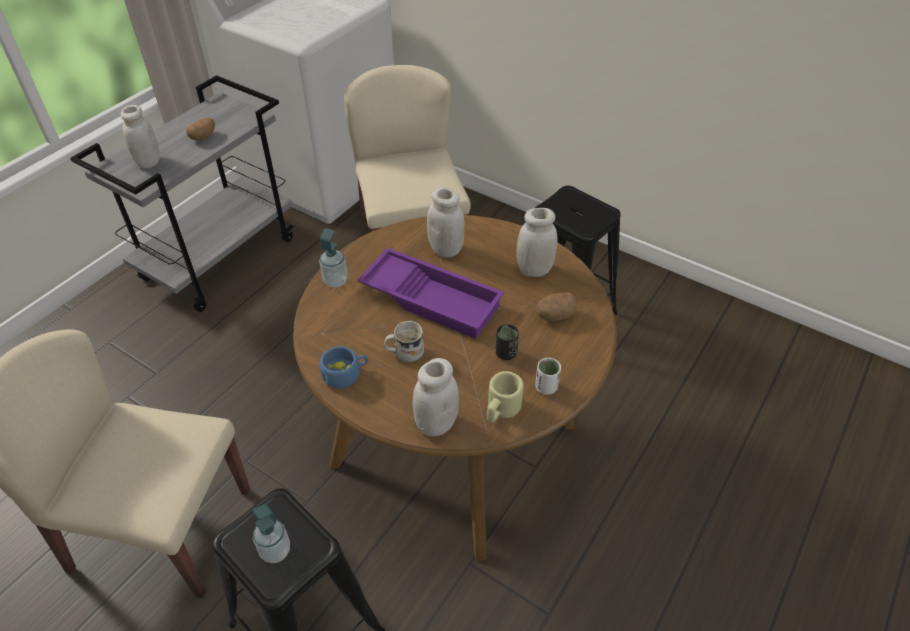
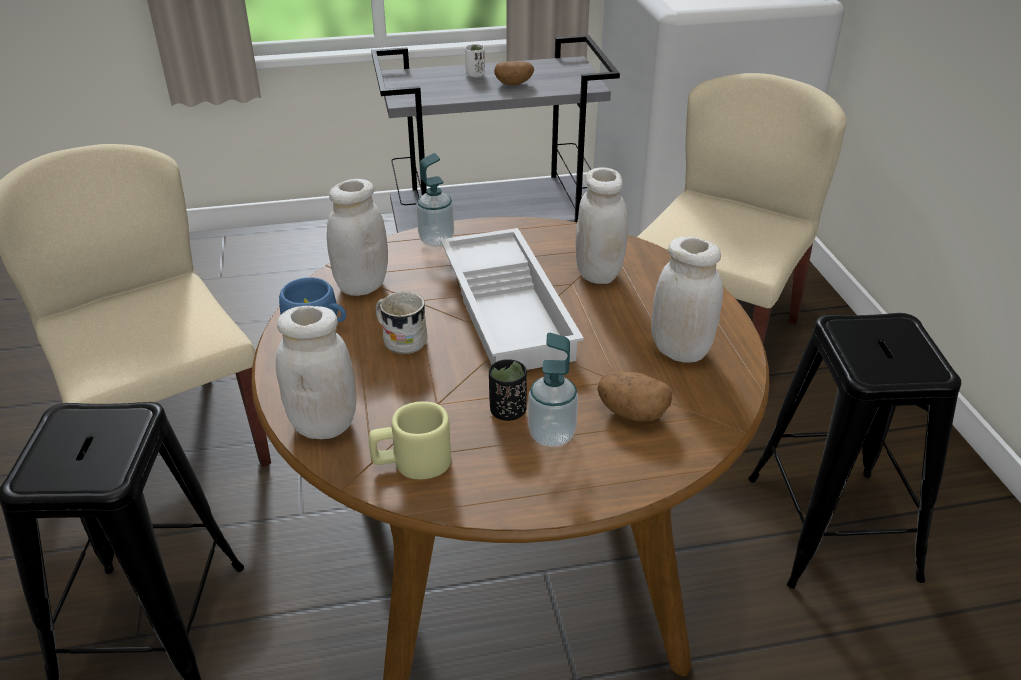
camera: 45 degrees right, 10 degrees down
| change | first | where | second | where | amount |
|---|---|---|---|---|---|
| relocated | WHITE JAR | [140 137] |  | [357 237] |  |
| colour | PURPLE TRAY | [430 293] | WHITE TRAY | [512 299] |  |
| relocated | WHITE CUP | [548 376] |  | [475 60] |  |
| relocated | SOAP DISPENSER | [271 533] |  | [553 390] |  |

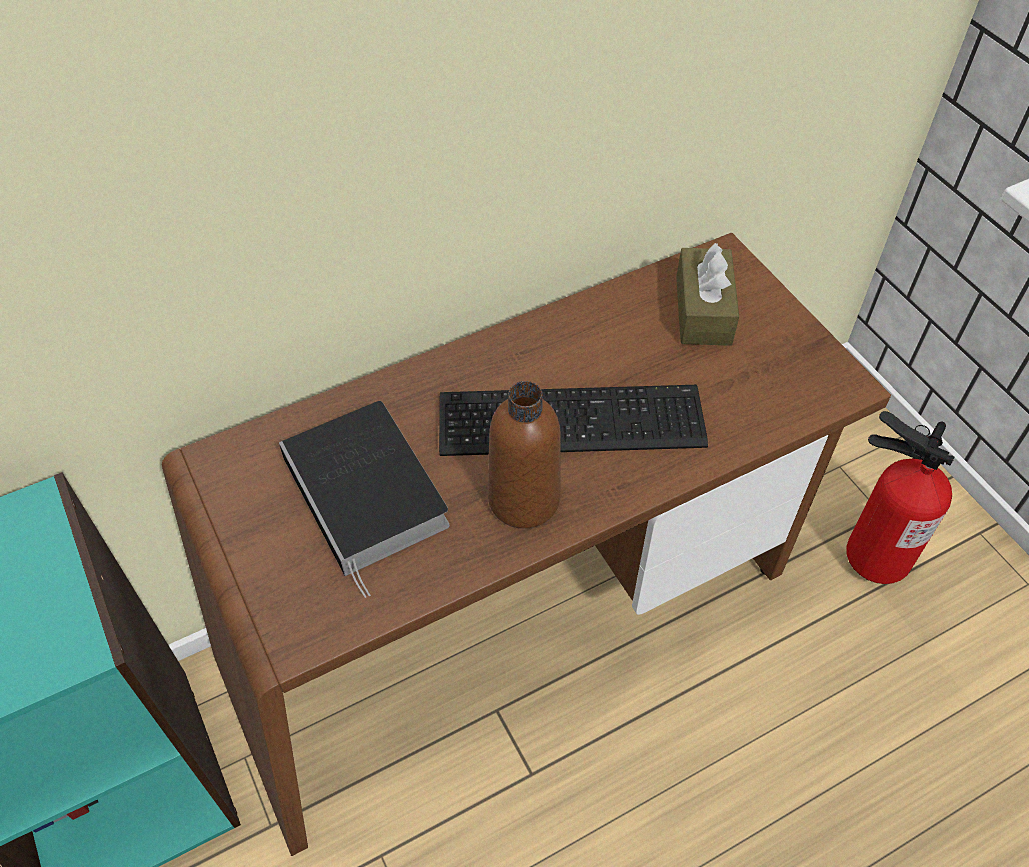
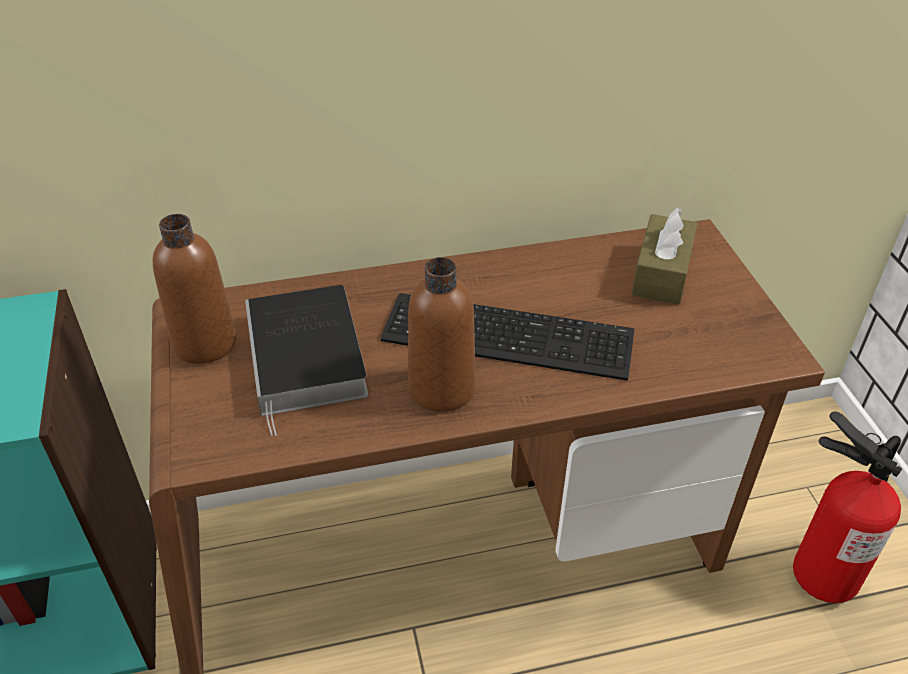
camera: 15 degrees right, 10 degrees down
| change | first | where | second | where | amount |
|---|---|---|---|---|---|
| appeared |  |  | BROWN BOTTLE | [195 289] |  |

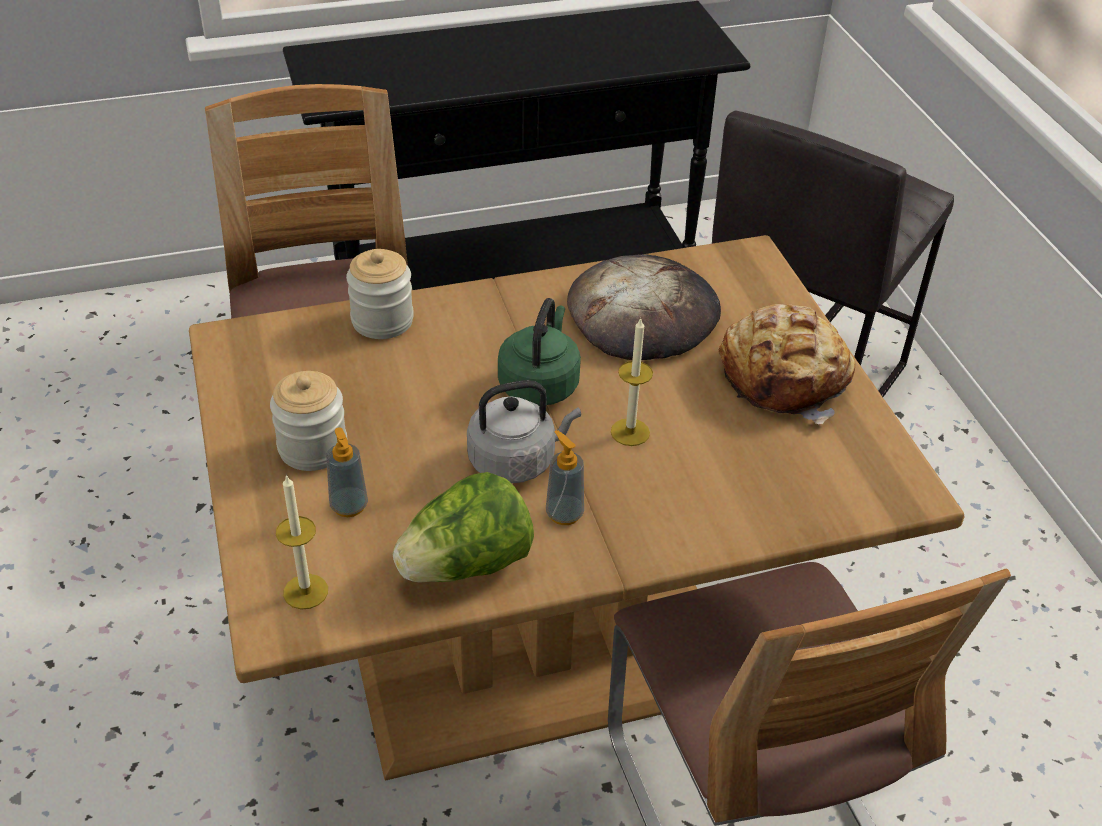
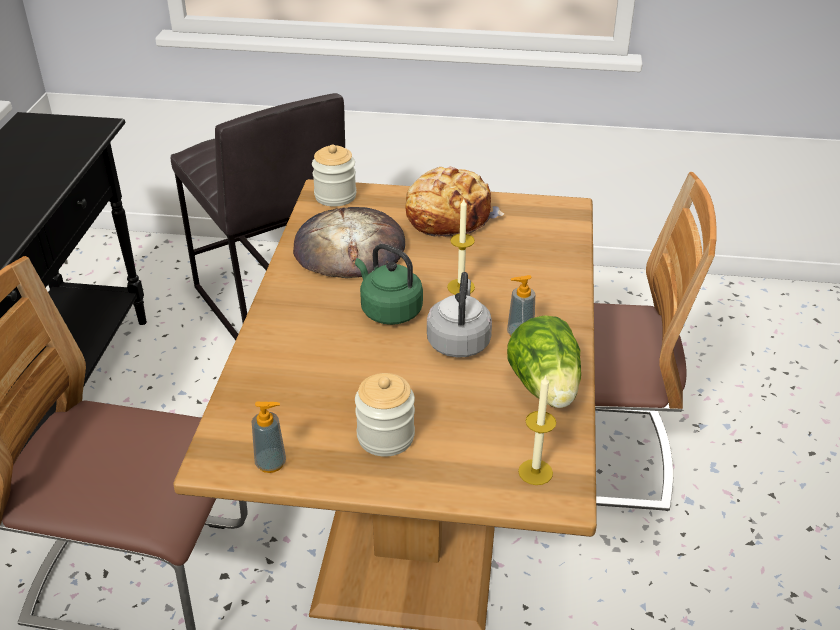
camera: 65 degrees left, 5 degrees down
| change | first | where | second | where | amount |
|---|---|---|---|---|---|
| relocated | JAR | [380 294] |  | [334 175] |  |
| relocated | SOAP DISPENSER | [347 472] |  | [269 437] |  |

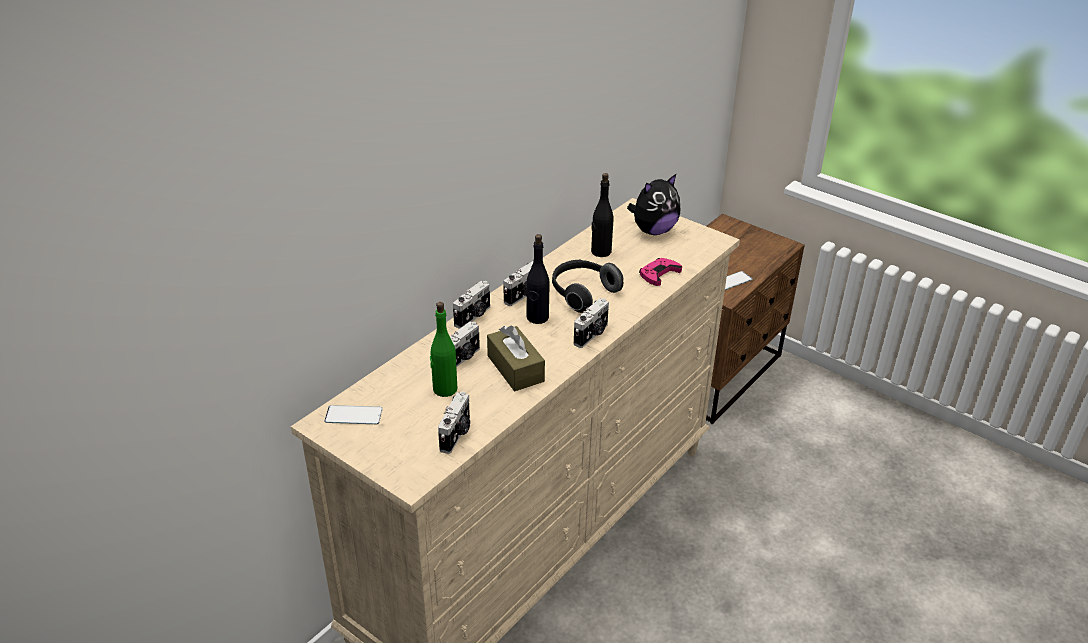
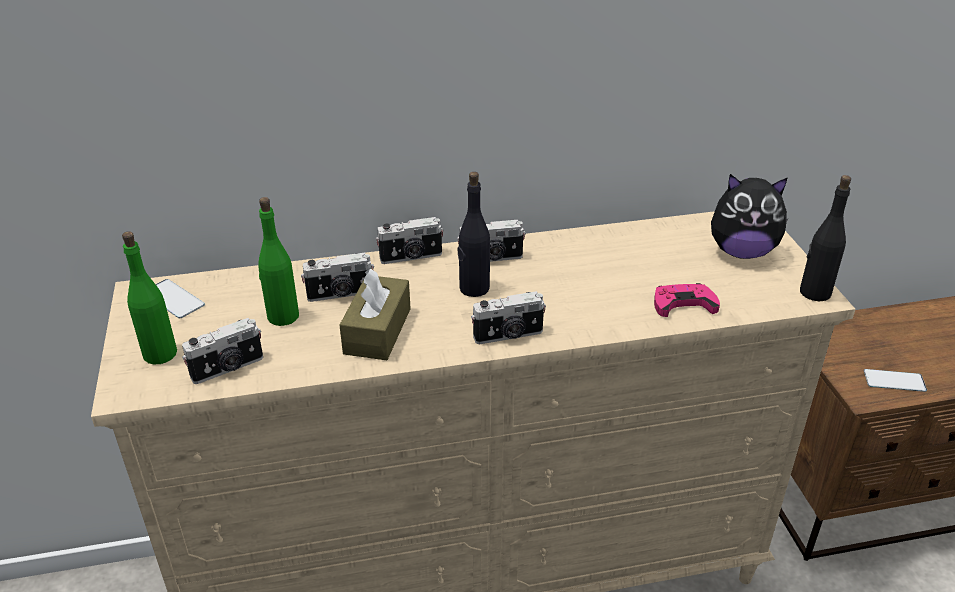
camera: 40 degrees right, 0 degrees up
| change | first | where | second | where | amount |
|---|---|---|---|---|---|
| relocated | BLACK BOTTLE | [602 215] |  | [825 238] |  |
| missing | HEADPHONES | [587 286] |  |  |  |
| appeared |  |  | GREEN BOTTLE | [149 297] |  |

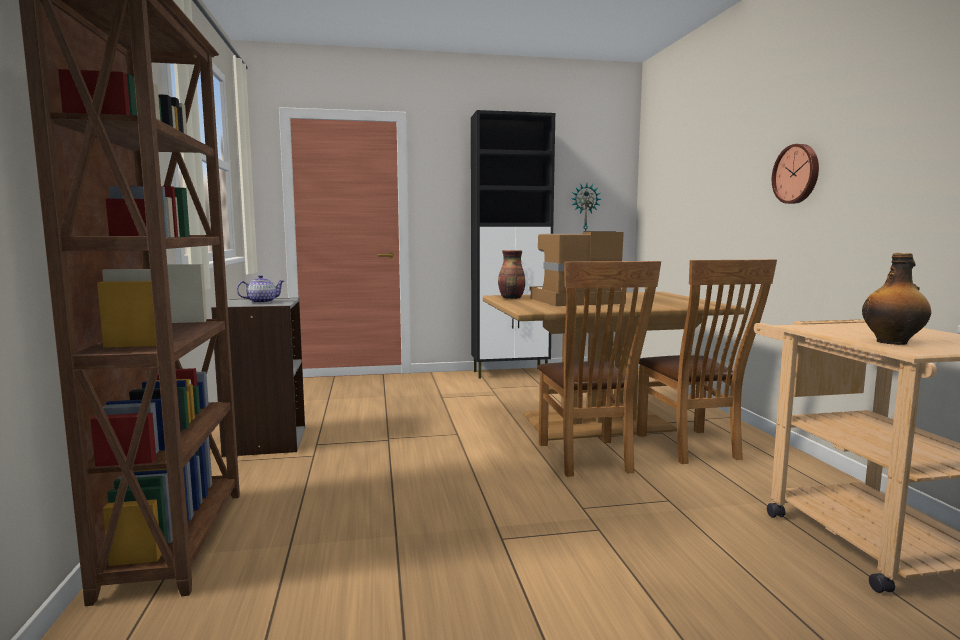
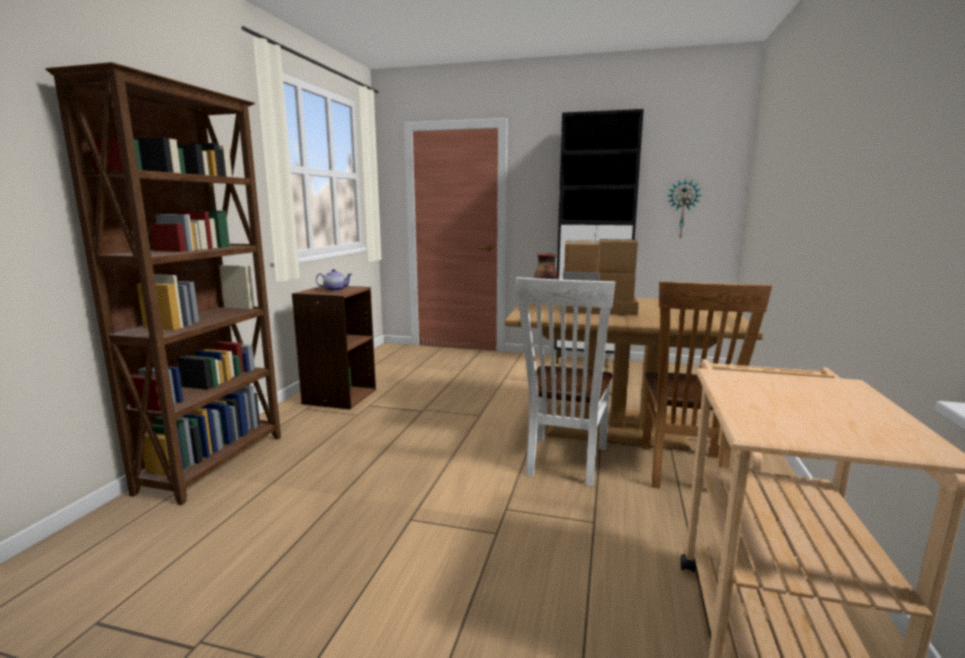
camera: 25 degrees right, 5 degrees up
| change | first | where | second | where | amount |
|---|---|---|---|---|---|
| missing | WALL CLOCK | [795 174] |  |  |  |
| missing | BOTTLE | [896 299] |  |  |  |
| colour | BROWN CHAIR | [599 369] | WHITE CHAIR | [565 381] |  |
| colour | GREY BOOKCASE | [258 377] | BROWN BOOKCASE | [334 347] |  |

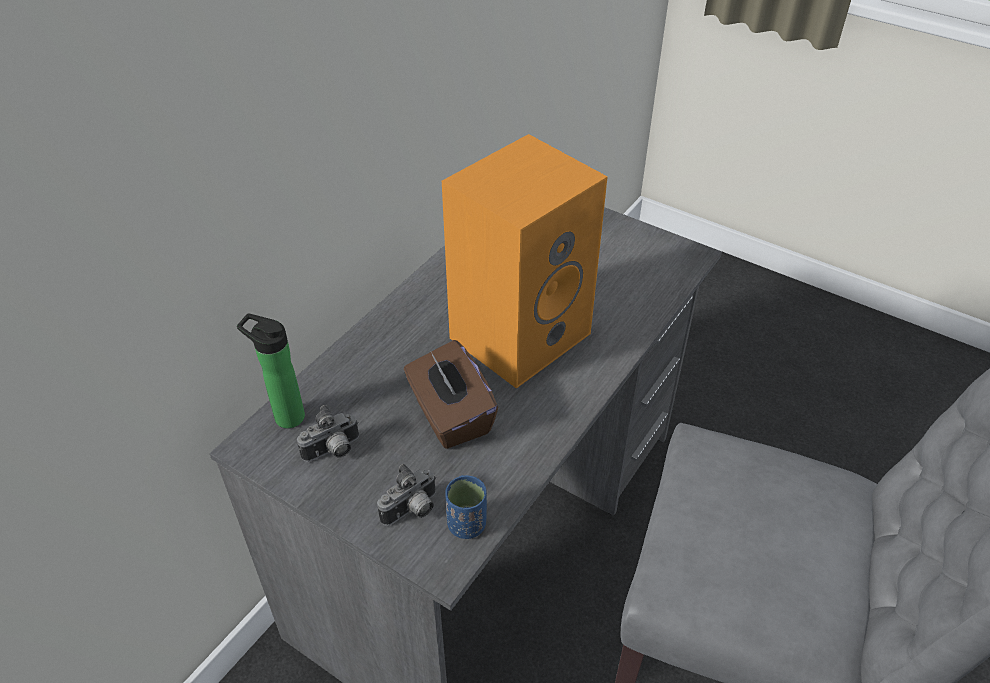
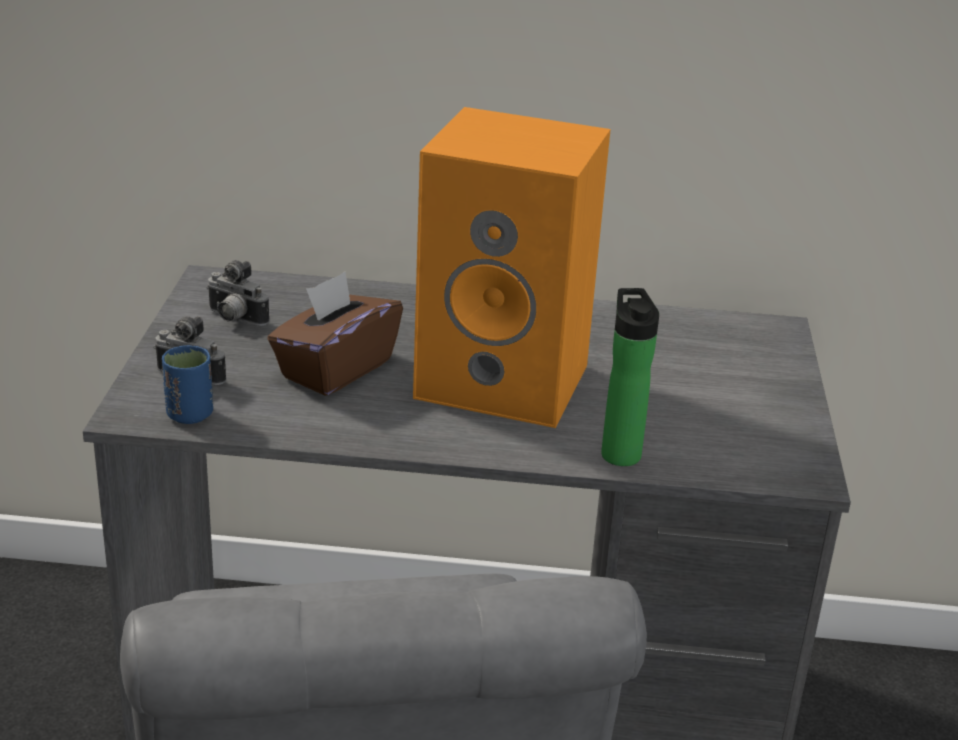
camera: 60 degrees right, 15 degrees down
| change | first | where | second | where | amount |
|---|---|---|---|---|---|
| relocated | BOTTLE | [271 370] |  | [630 377] |  |

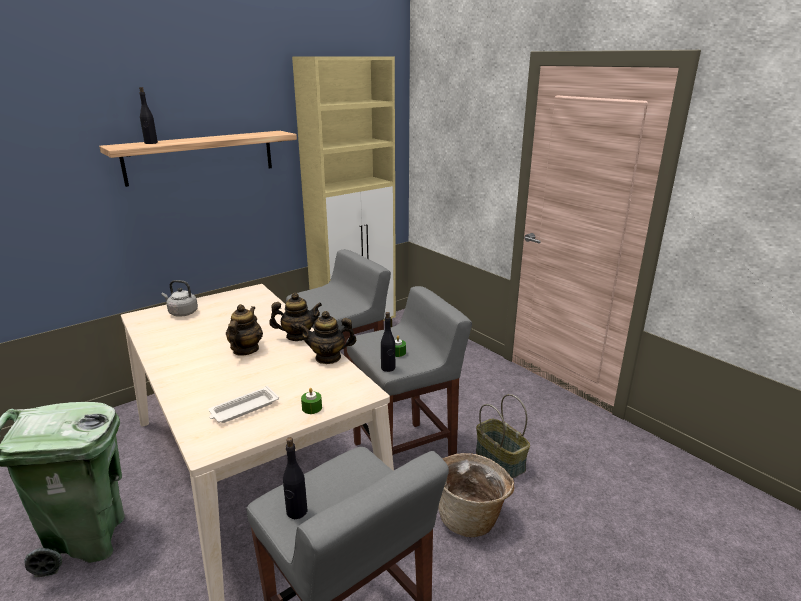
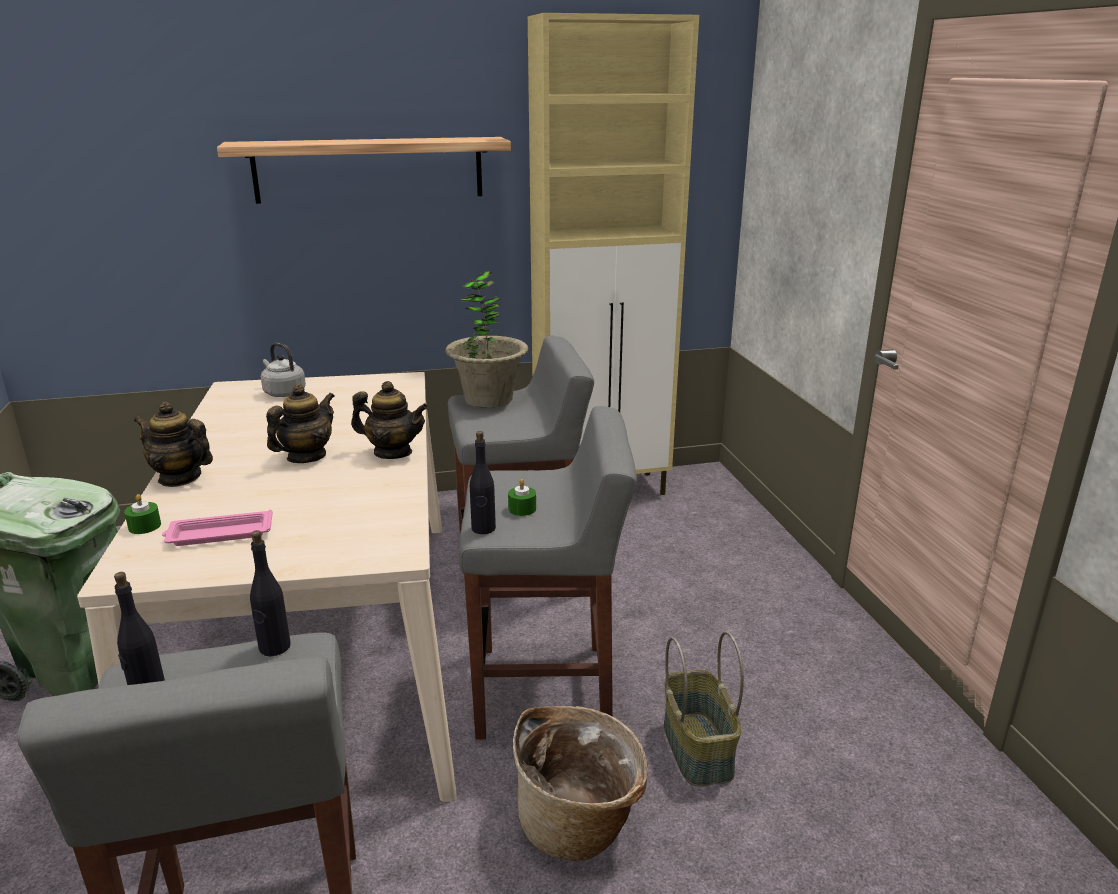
camera: 25 degrees right, 0 degrees up
| change | first | where | second | where | amount |
|---|---|---|---|---|---|
| relocated | BLACK BOTTLE | [148 115] |  | [270 593] |  |
| relocated | TEAPOT | [327 337] |  | [173 444] |  |
| colour | WHITE TRAY | [243 404] | PINK TRAY | [217 528] |  |
| relocated | GREEN CANDLE | [311 401] |  | [142 514] |  |
| appeared |  |  | POTTED PLANT | [486 339] |  |

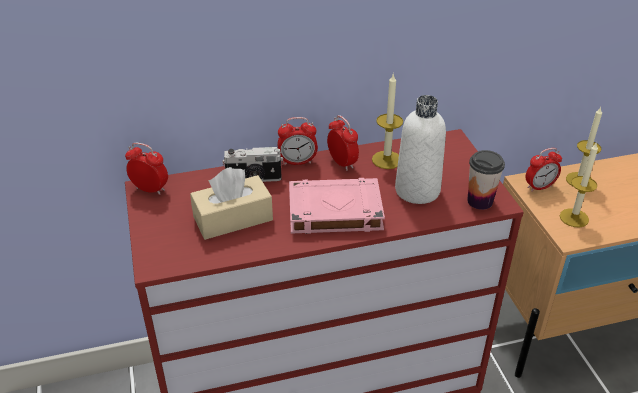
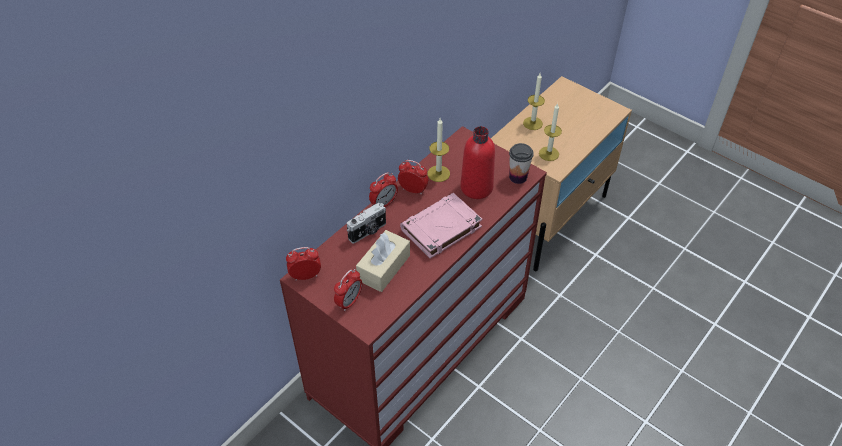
camera: 35 degrees left, 10 degrees up
| change | first | where | second | where | amount |
|---|---|---|---|---|---|
| colour | WHITE BOTTLE | [420 149] | RED BOTTLE | [477 162] |  |
| relocated | ALARM CLOCK | [544 170] |  | [348 290] |  |

